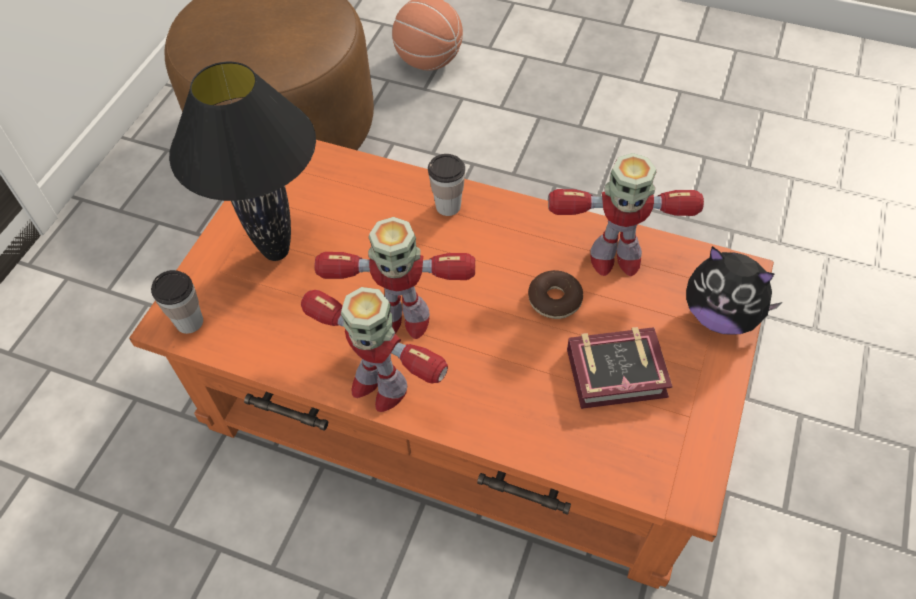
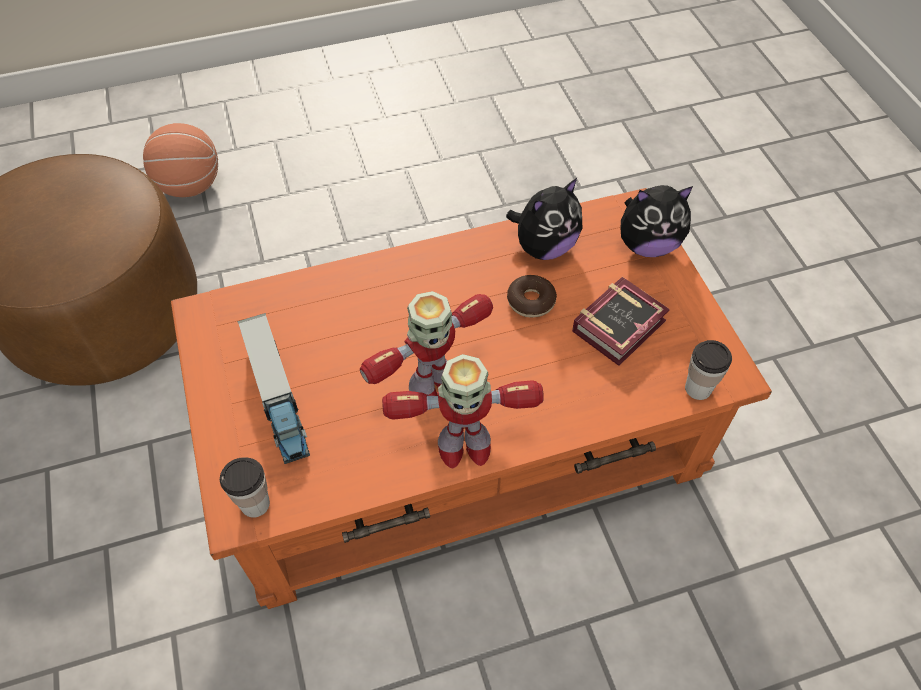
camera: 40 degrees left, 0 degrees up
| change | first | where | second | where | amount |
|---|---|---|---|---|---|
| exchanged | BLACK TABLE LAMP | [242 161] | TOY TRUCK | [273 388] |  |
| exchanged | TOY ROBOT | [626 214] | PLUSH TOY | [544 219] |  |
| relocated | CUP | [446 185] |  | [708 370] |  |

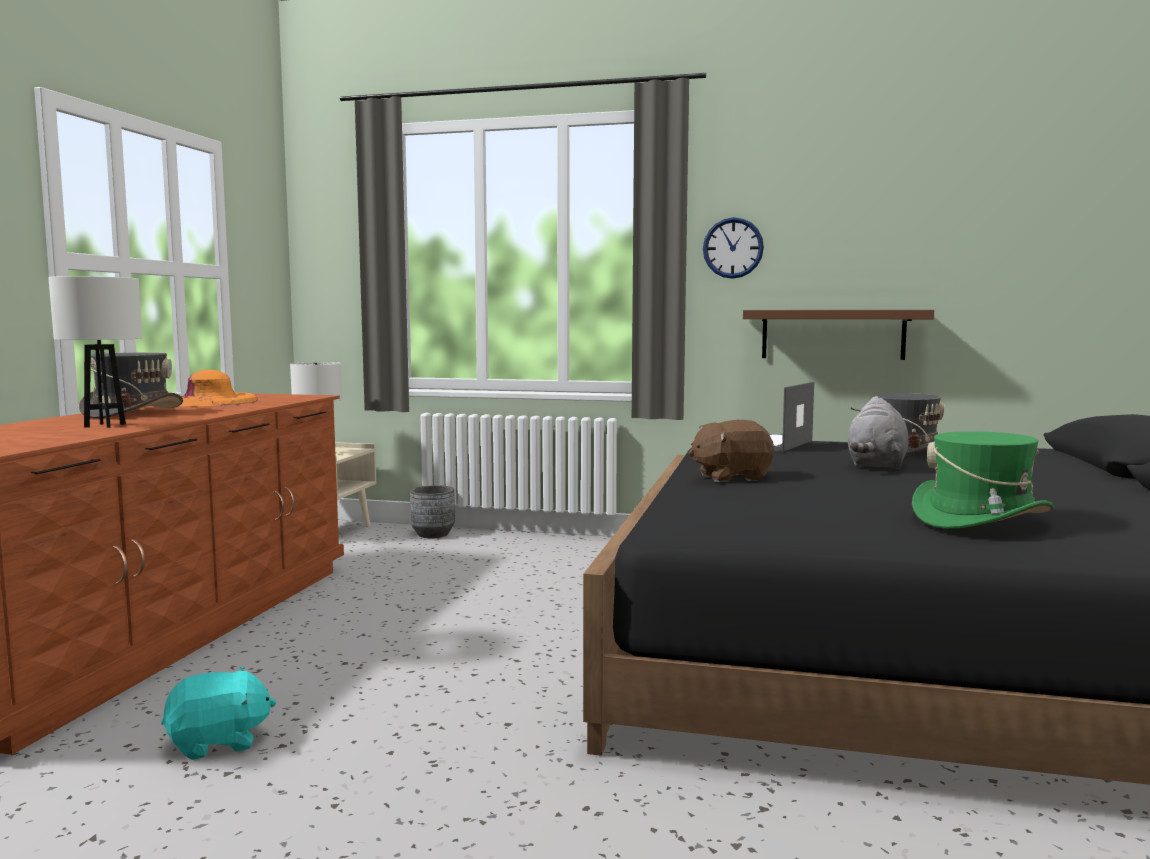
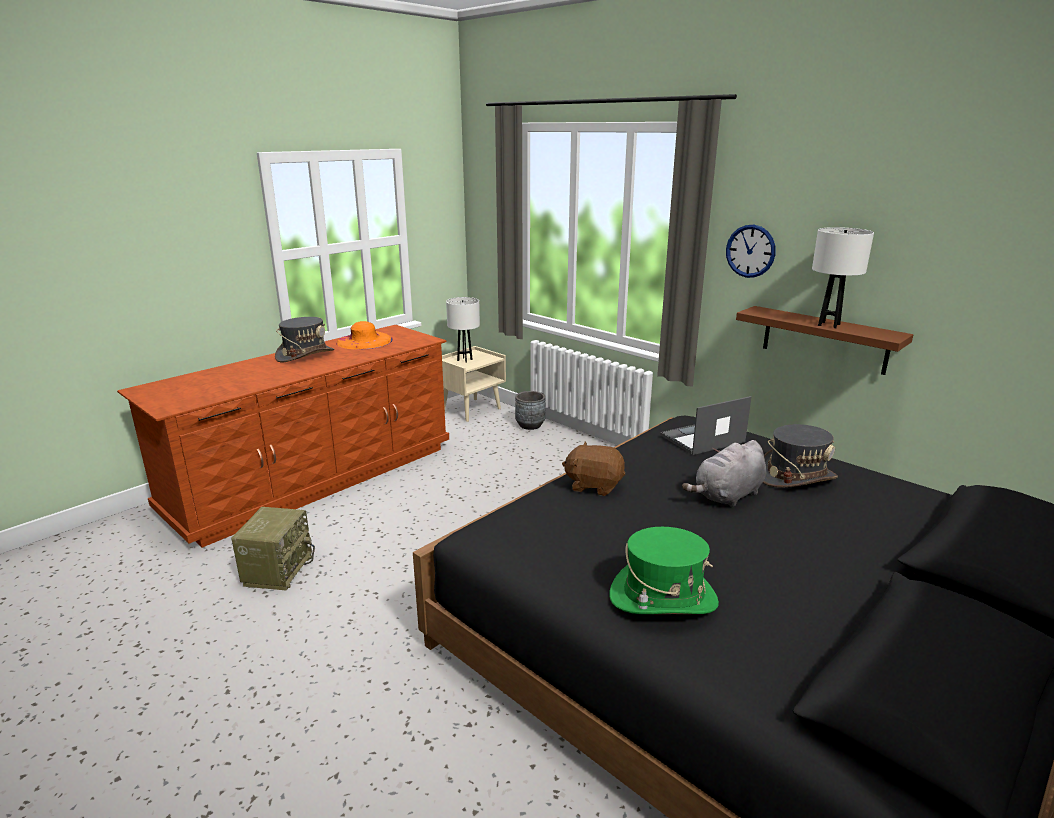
camera: 30 degrees right, 15 degrees up
| change | first | where | second | where | amount |
|---|---|---|---|---|---|
| relocated | WHITE TABLE LAMP | [95 352] |  | [843 277] |  |
| exchanged | TURQUOISE PLUSH TOY | [218 713] | RADIO | [273 548] |  |

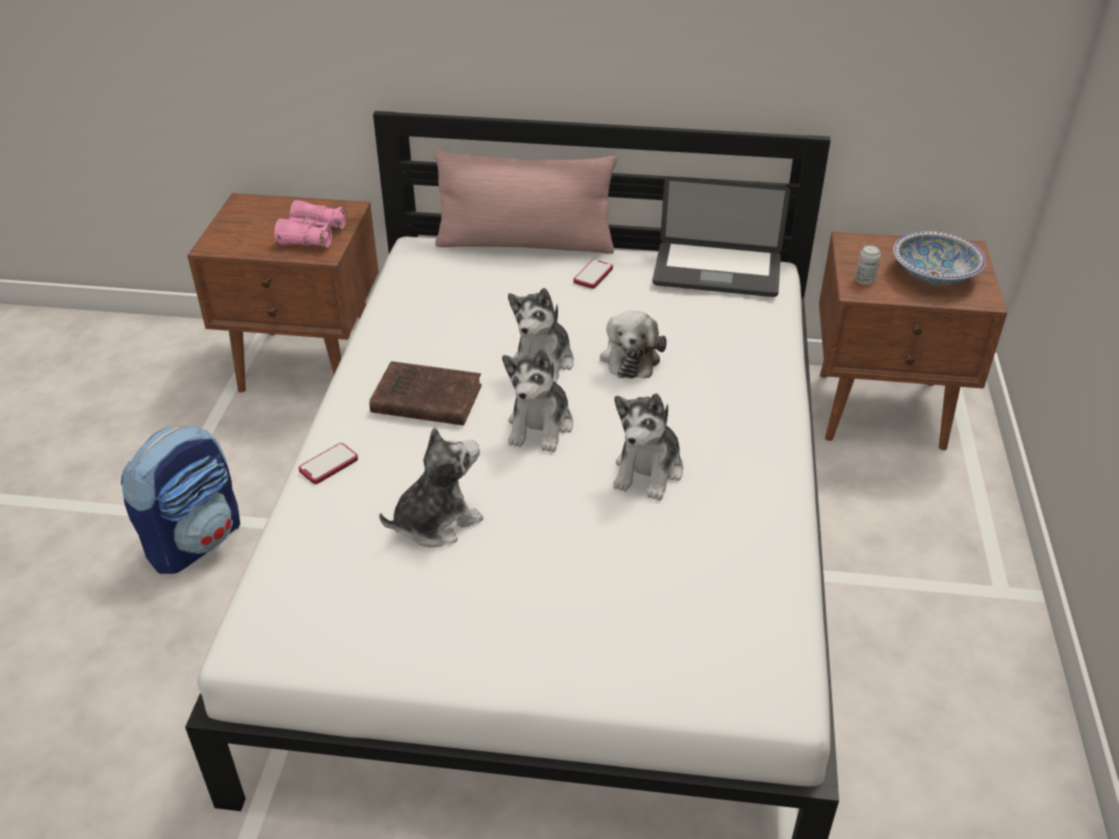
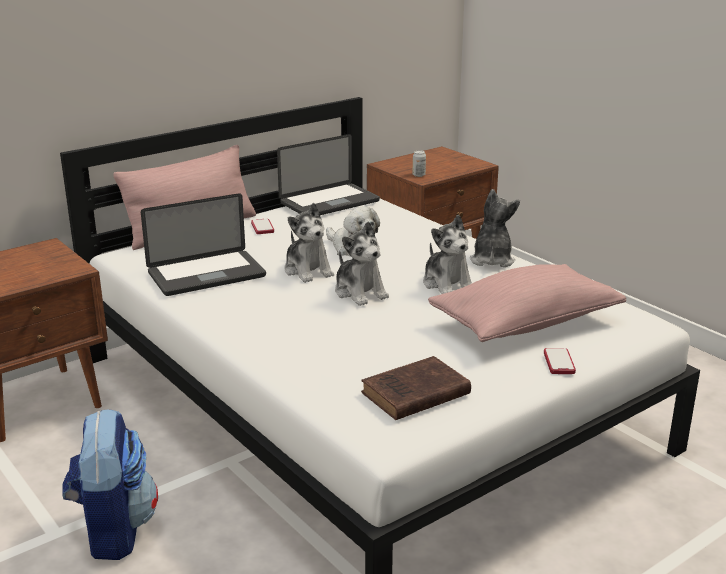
camera: 45 degrees left, 15 degrees down
| change | first | where | second | where | amount |
|---|---|---|---|---|---|
| missing | PINK BINOCULARS | [310 224] |  |  |  |
| missing | BOWL | [939 258] |  |  |  |
| relocated | BROWN BOOK | [425 393] |  | [416 388] |  |
| relocated | PLUSH TOY | [431 487] |  | [495 228] |  |
| relocated | PHONE | [328 463] |  | [560 361] |  |
| appeared |  |  | LAPTOP | [203 244] |  |
| appeared |  |  | PINK PILLOW | [527 303] |  |

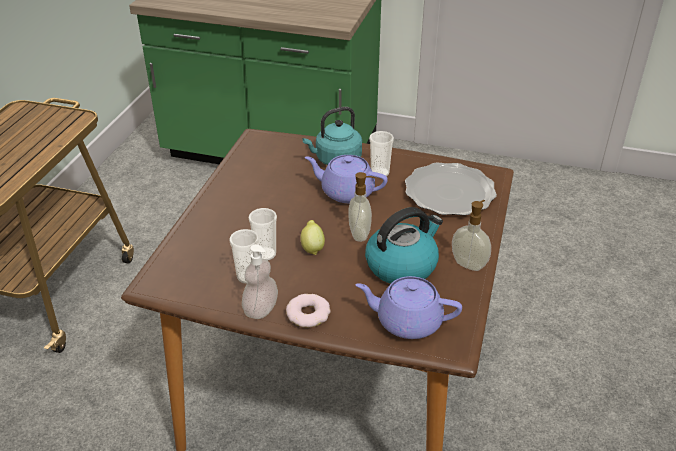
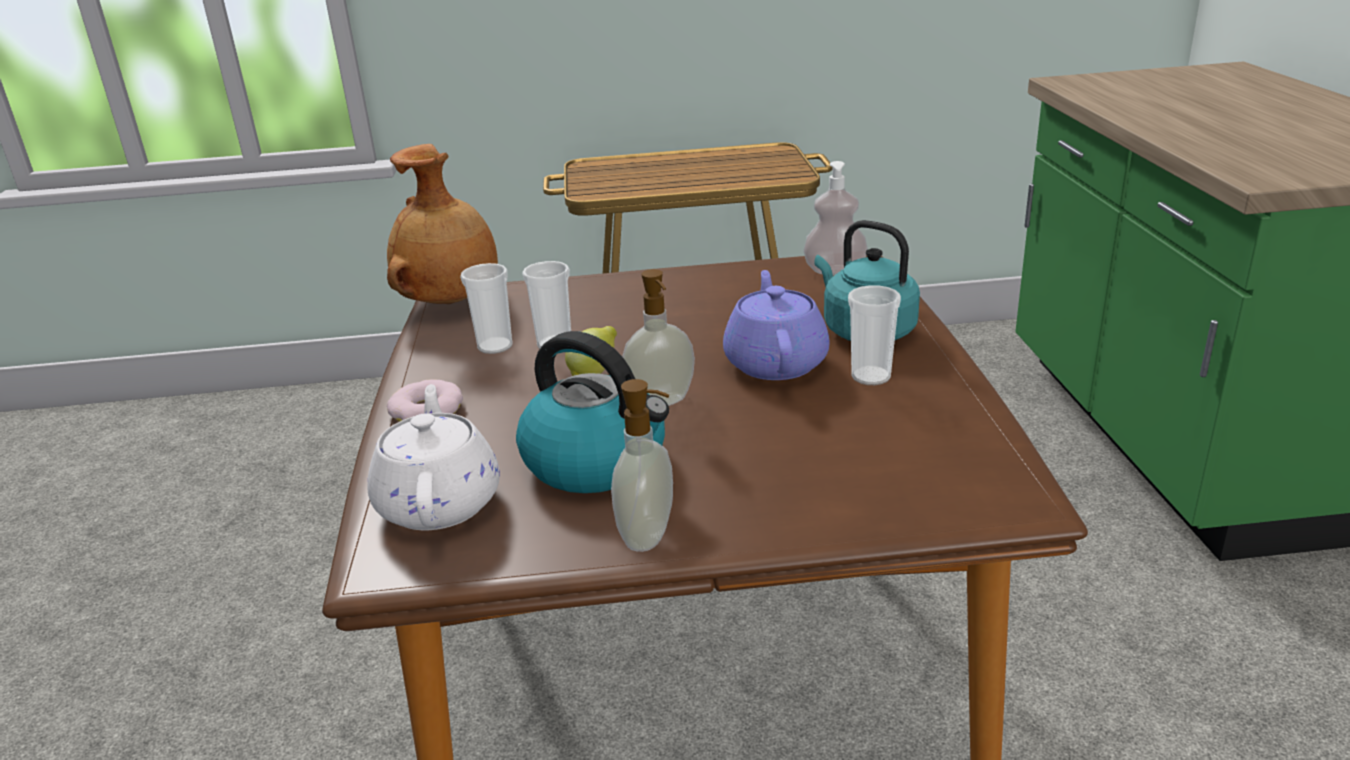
camera: 70 degrees right, 10 degrees down
| change | first | where | second | where | amount |
|---|---|---|---|---|---|
| missing | PLATE | [451 189] |  |  |  |
| relocated | SOAP DISPENSER | [260 281] |  | [835 218] |  |
| colour | PURPLE TEAPOT | [408 307] | WHITE TEAPOT | [433 457] |  |
| appeared |  |  | BROWN VASE | [442 224] |  |

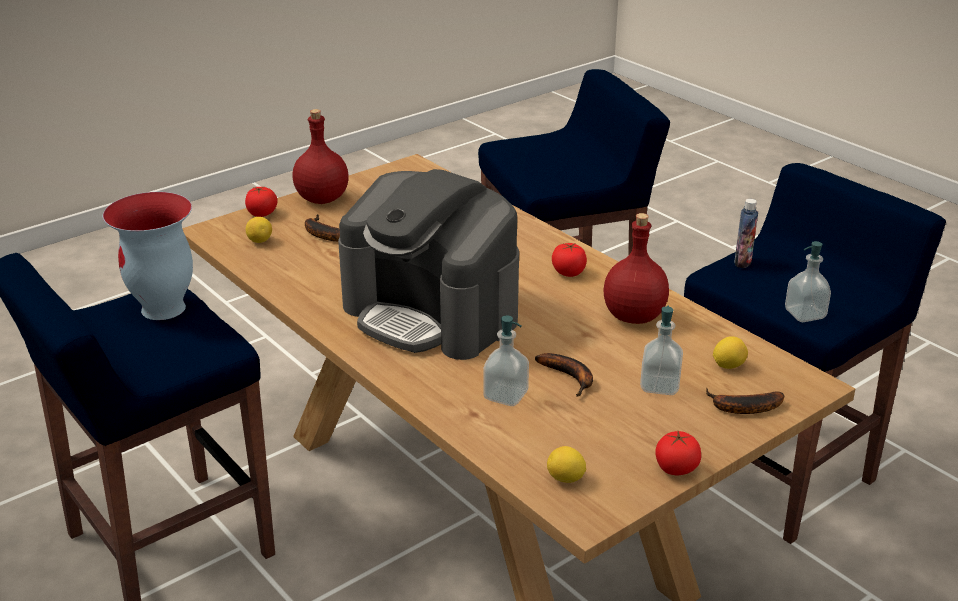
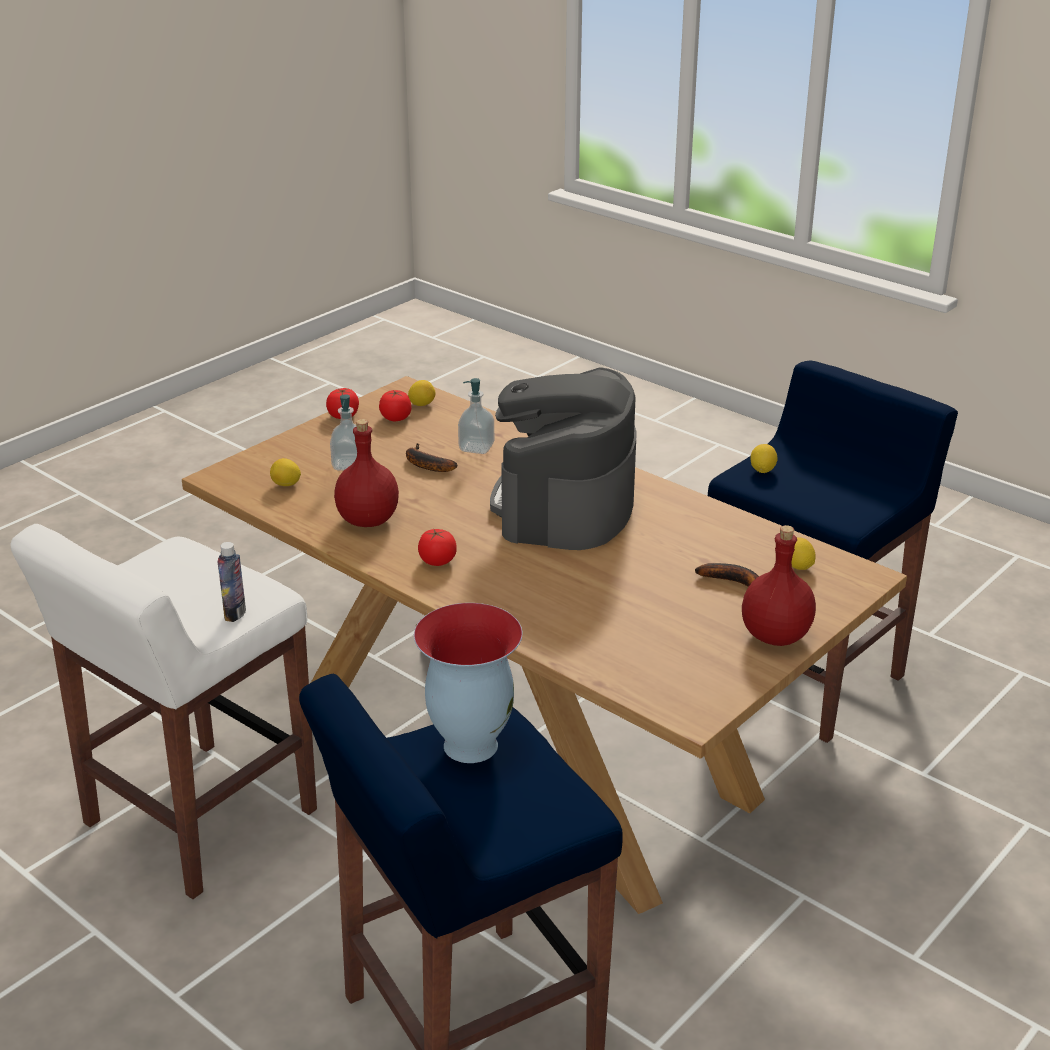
camera: 170 degrees right, 0 degrees up
| change | first | where | second | where | amount |
|---|---|---|---|---|---|
| colour | BLUE STOOL | [815 353] | WHITE STOOL | [164 711] |  |
| spun | COFFEE MACHINE | [428 264] |  | [563 458] | 105 degrees counterclockwise |
| relocated | TOMATO | [261 201] |  | [395 405] |  |
| relocated | VASE | [148 256] |  | [468 683] |  |
| missing | SOAP DISPENSER | [808 281] |  |  |  |
| missing | BANANA | [745 401] |  |  |  |
| appeared |  |  | LEMON | [764 458] |  |

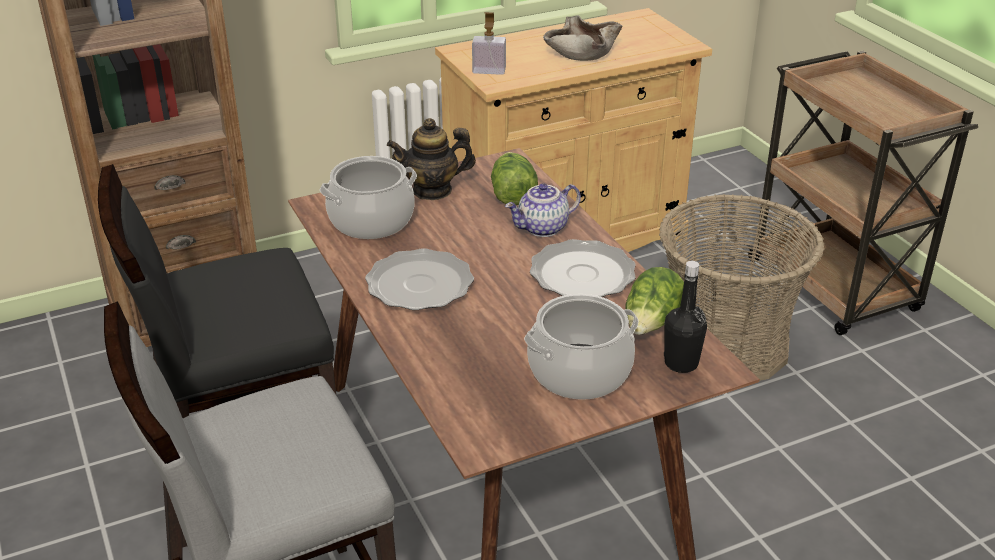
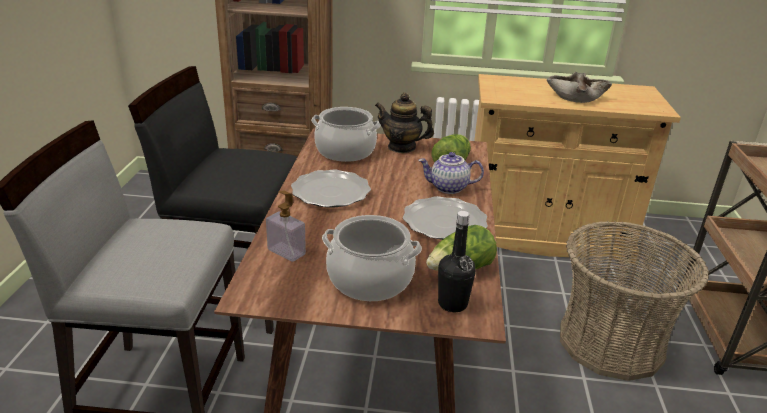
camera: 30 degrees right, 5 degrees down
| change | first | where | second | where | amount |
|---|---|---|---|---|---|
| relocated | SOAP DISPENSER | [489 43] |  | [286 226] |  |

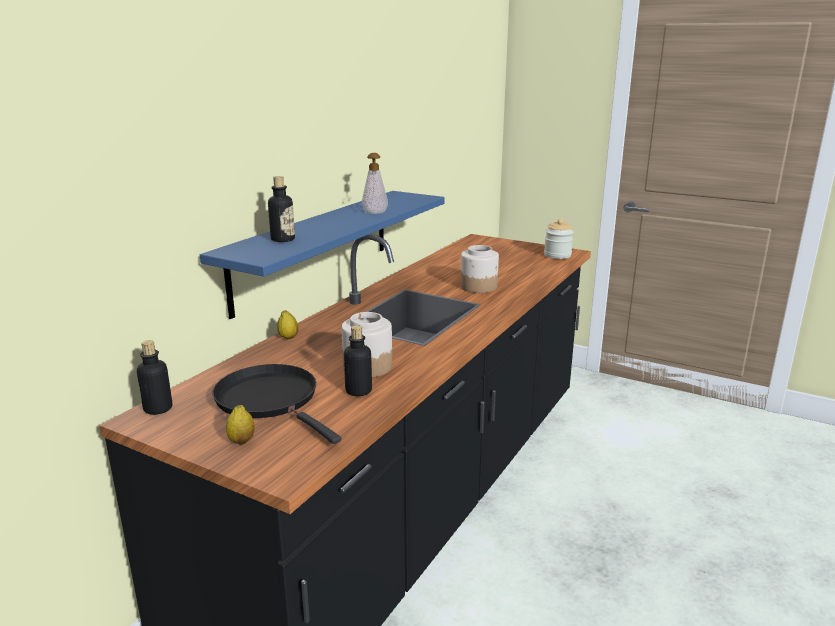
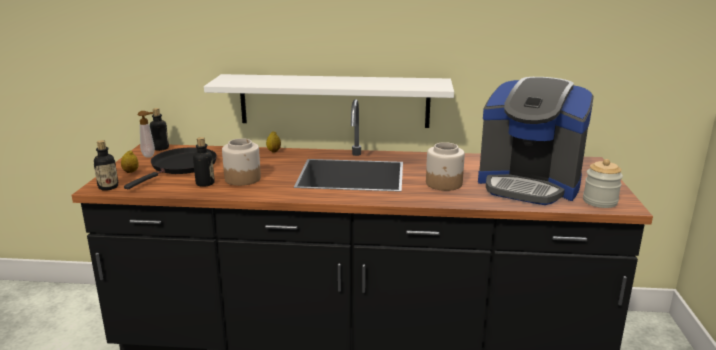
camera: 65 degrees right, 0 degrees up
| change | first | where | second | where | amount |
|---|---|---|---|---|---|
| relocated | SOAP DISPENSER | [375 183] |  | [146 134] |  |
| relocated | BOTTLE | [281 209] |  | [106 165] |  |
| colour | BLUE SHELF | [322 255] | WHITE SHELF | [329 101] |  |
| appeared |  |  | COFFEE MACHINE | [536 141] |  |

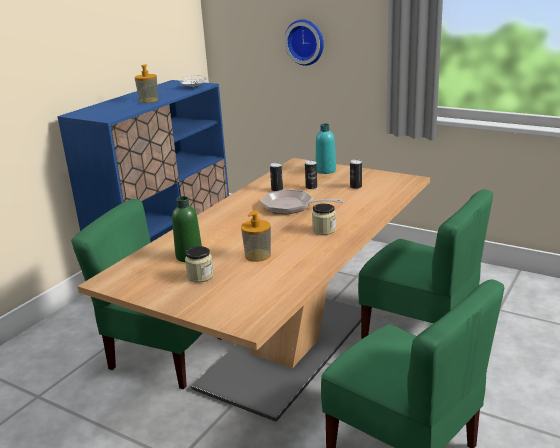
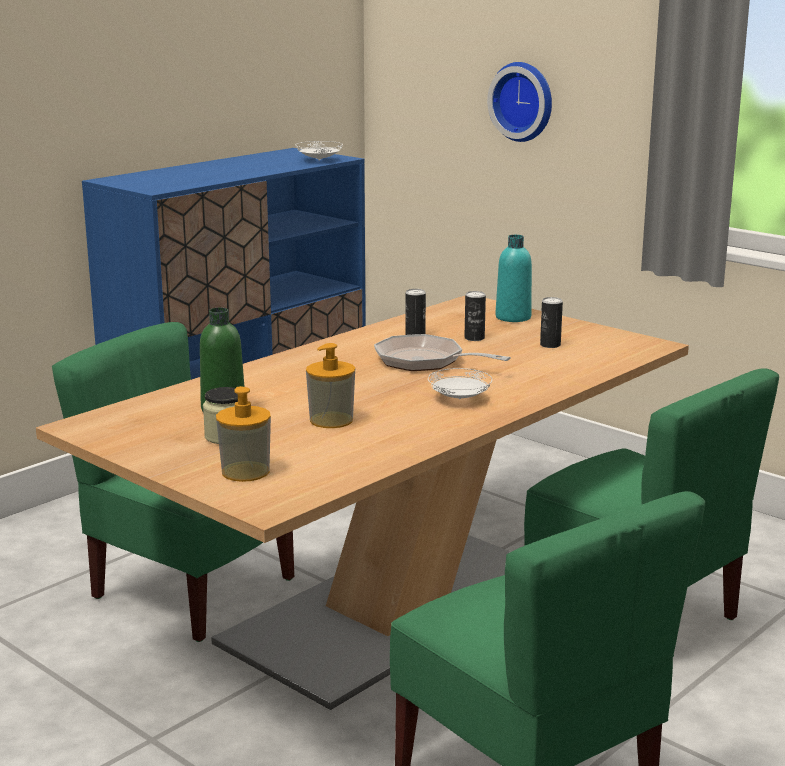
camera: 10 degrees right, 5 degrees down
| change | first | where | second | where | amount |
|---|---|---|---|---|---|
| relocated | SOAP DISPENSER | [146 84] |  | [243 434] |  |
| exchanged | JAR | [324 219] | WHITE PLATE | [460 383] |  |

